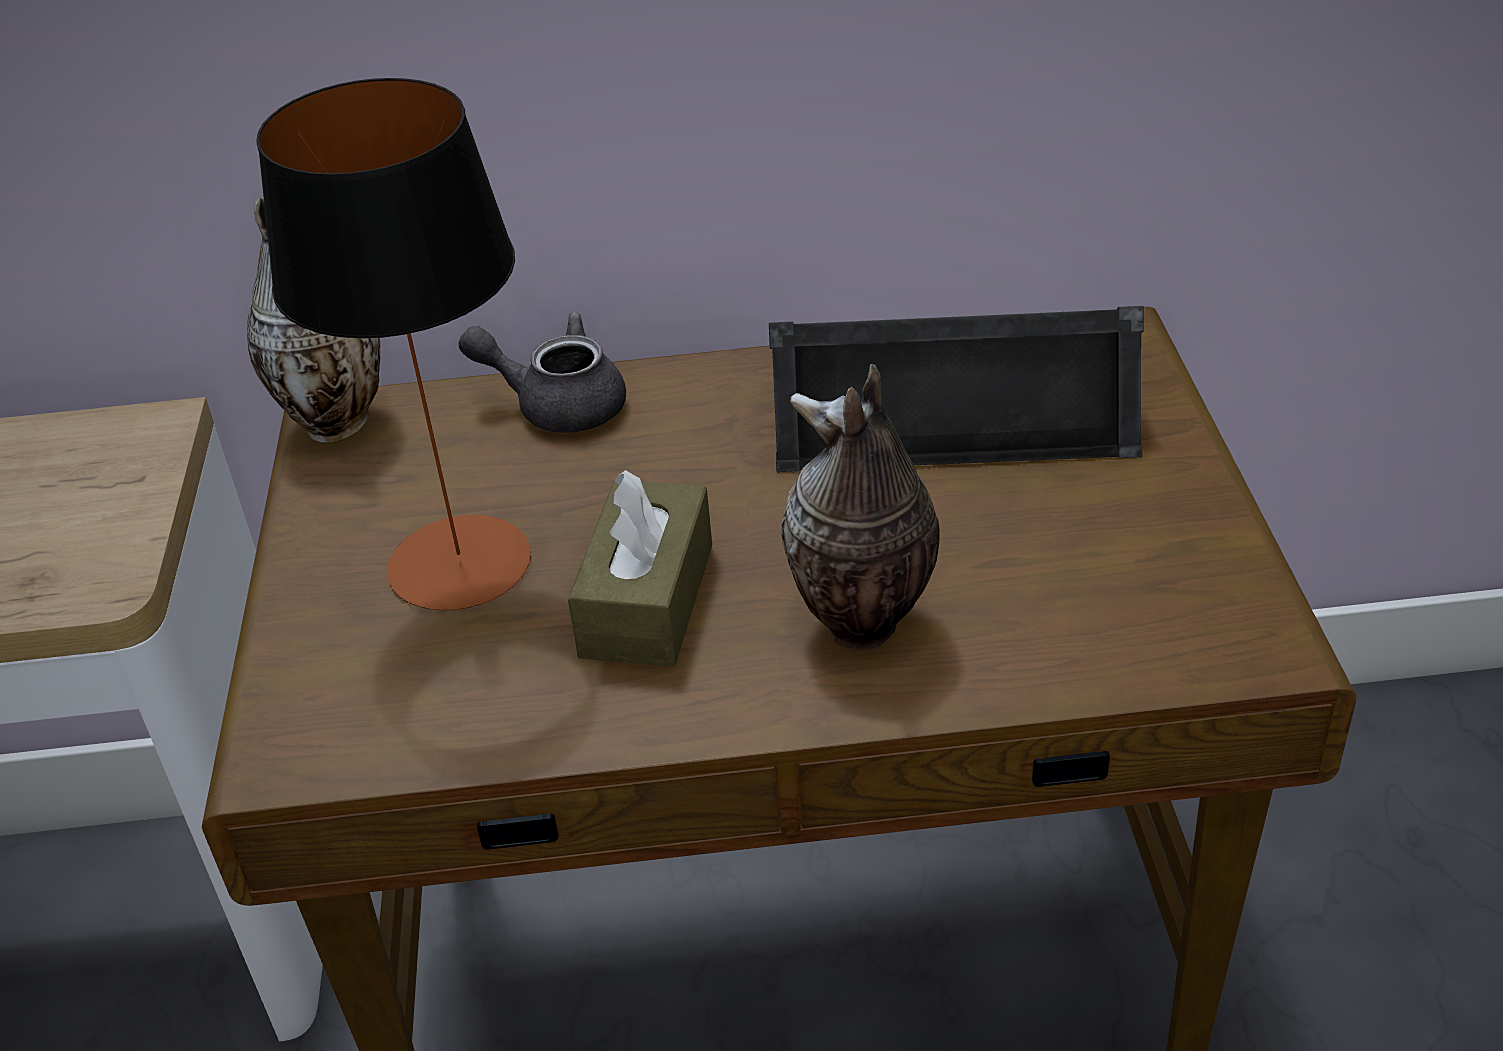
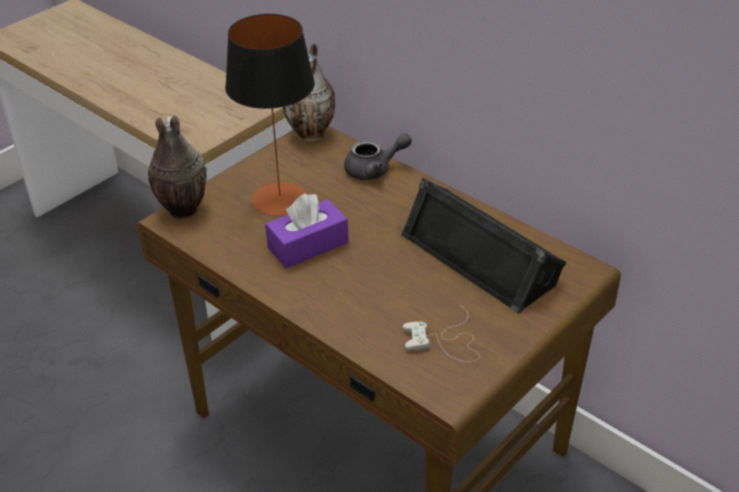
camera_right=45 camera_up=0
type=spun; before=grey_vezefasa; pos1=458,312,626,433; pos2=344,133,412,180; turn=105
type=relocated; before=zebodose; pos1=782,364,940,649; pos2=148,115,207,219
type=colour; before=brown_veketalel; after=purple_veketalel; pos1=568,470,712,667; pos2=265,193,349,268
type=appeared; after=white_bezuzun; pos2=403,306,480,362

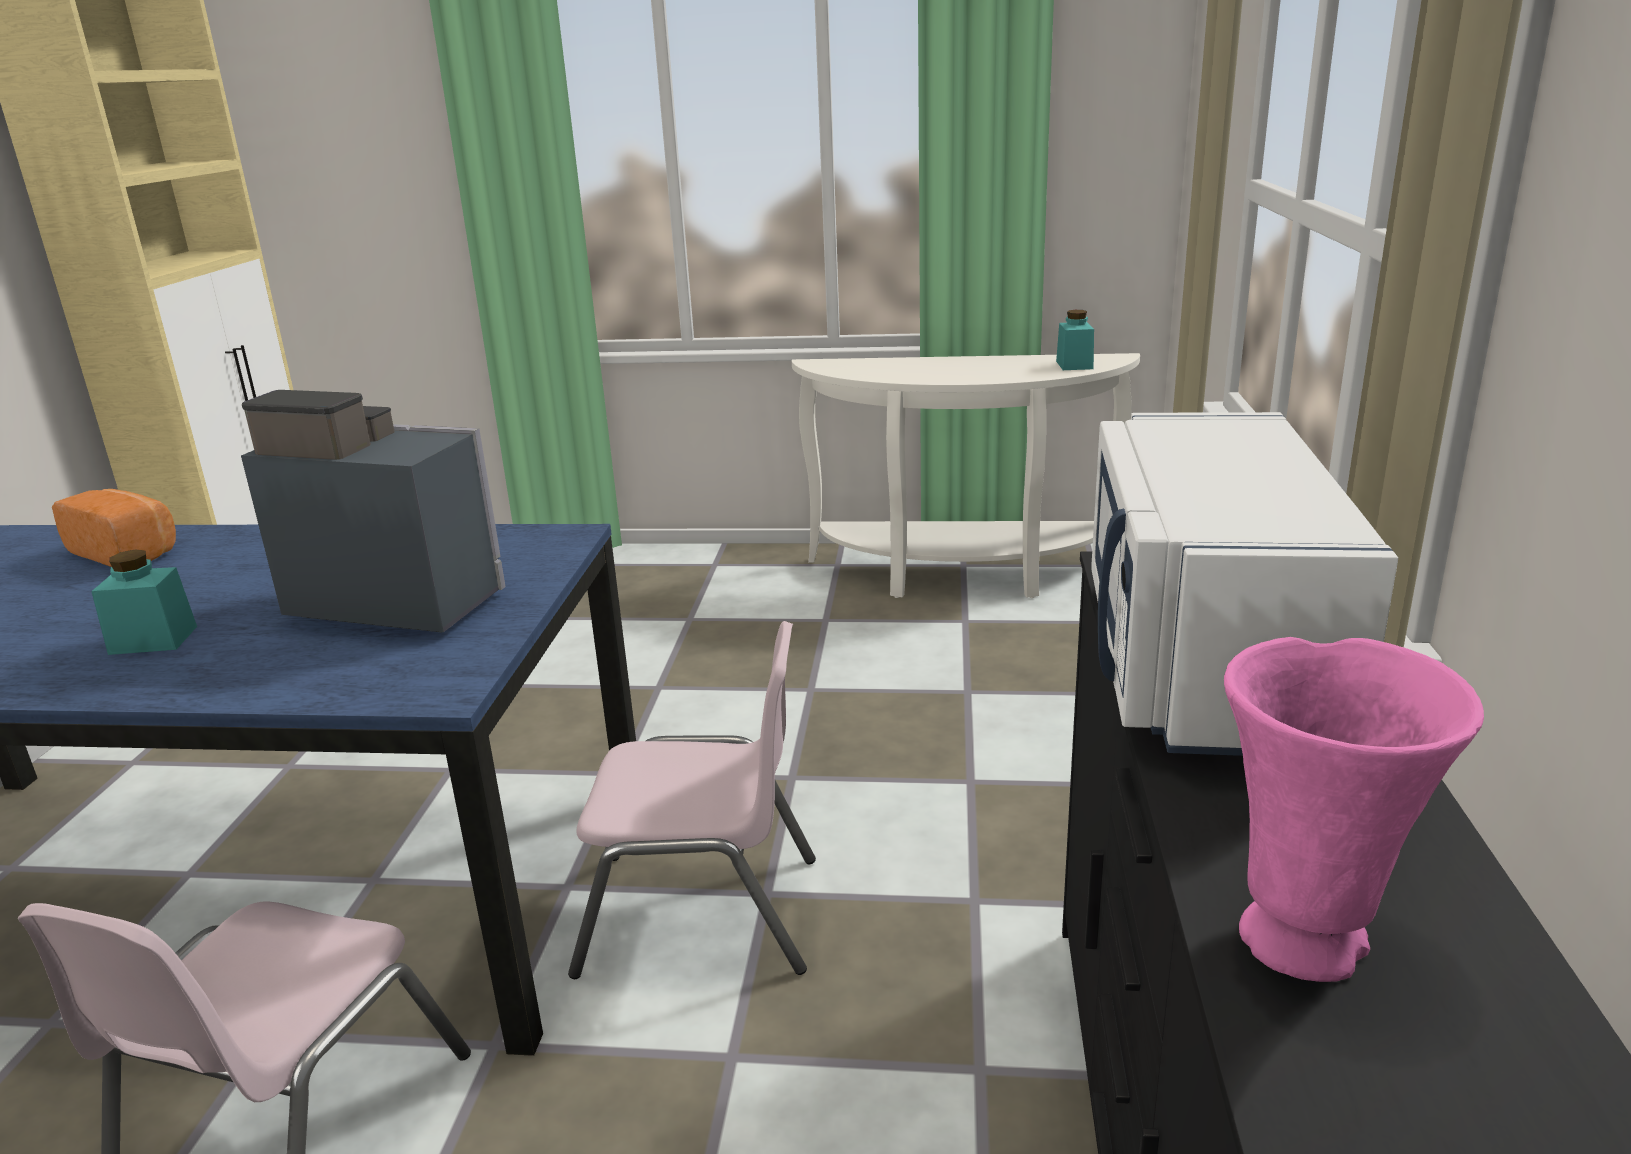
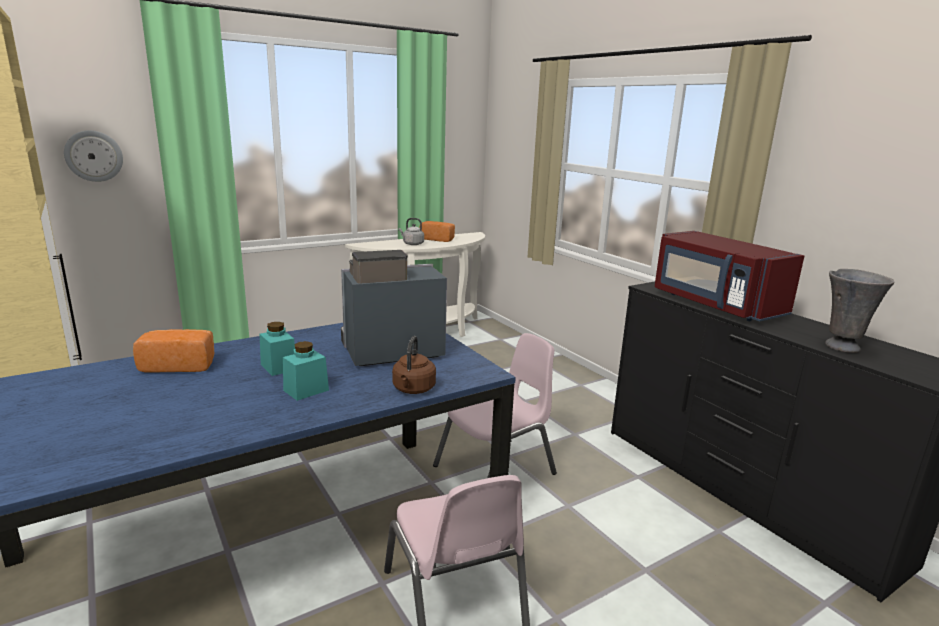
camera_right=-40 camera_up=-5
type=relocated; before=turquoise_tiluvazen; pos1=1056,310,1094,370; pos2=260,322,295,376
type=colour; before=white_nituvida; after=red_nituvida; pos1=1092,412,1398,756; pos2=655,231,804,321
type=colour; before=pink_zebodose; after=grey_zebodose; pos1=1224,637,1484,982; pos2=825,269,894,353
type=appeared; after=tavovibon; pos2=64,130,123,182
type=appeared; after=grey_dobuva; pos2=399,218,424,245
type=appeared; after=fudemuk; pos2=419,221,455,242
type=appeared; after=brown_dobuva; pos2=392,336,436,394

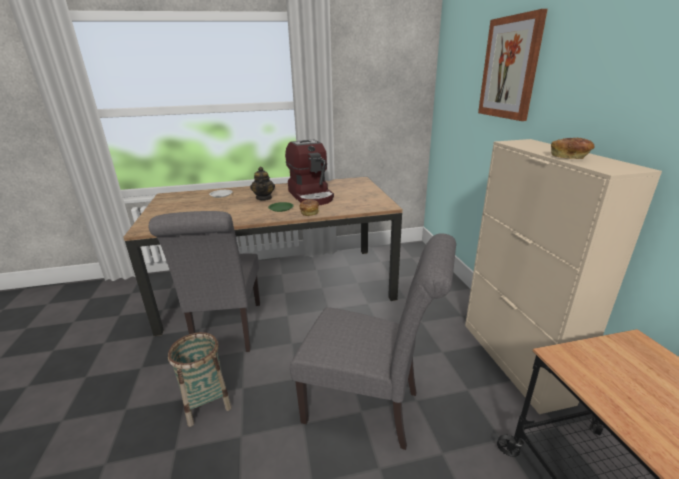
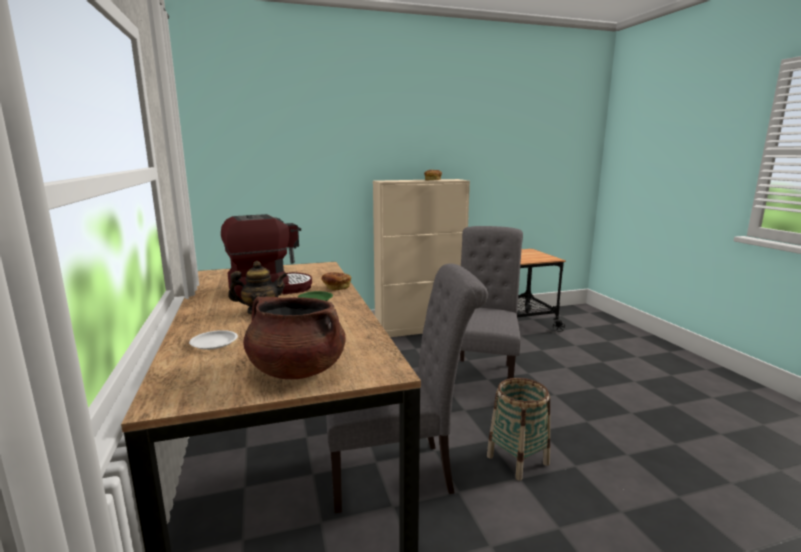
camera_right=-95 camera_up=-10
type=missing; before=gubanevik; pos1=478,9,548,121
type=appeared; after=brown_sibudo; pos2=243,296,346,379

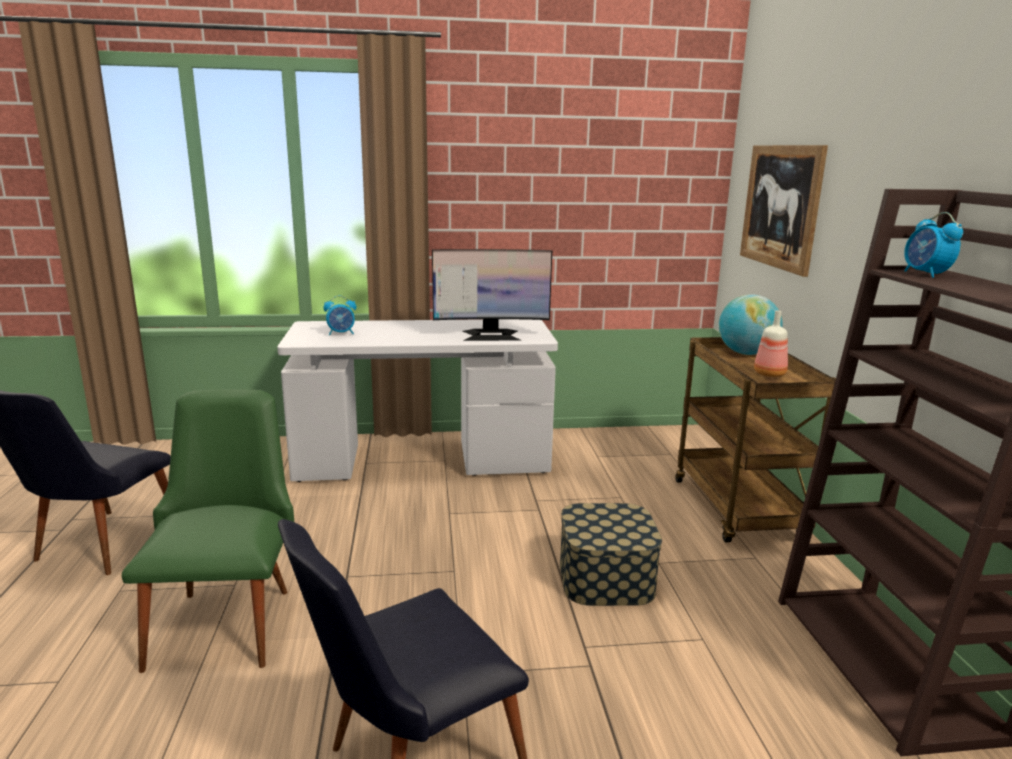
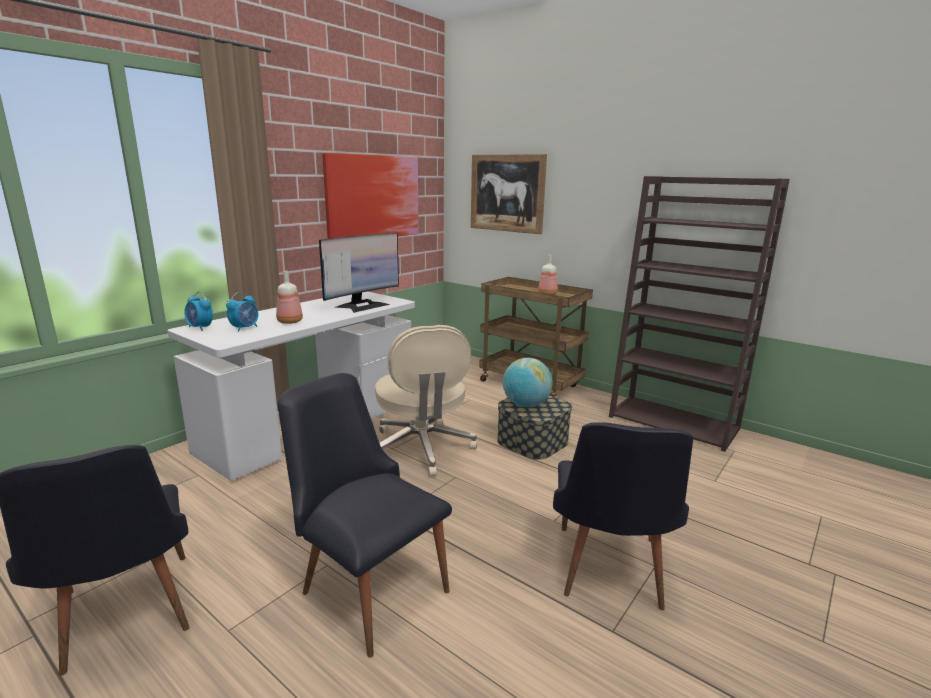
camera_right=-45 camera_up=0
type=relocated; before=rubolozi; pos1=904,212,963,278; pos2=184,292,213,331
type=relocated; before=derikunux; pos1=719,294,783,355; pos2=503,358,553,407
type=colour; before=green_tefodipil; after=black_tefodipil; pos1=122,389,294,673; pos2=277,373,452,658
type=appeared; after=gubanevik; pos2=322,153,419,239
type=appeared; after=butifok; pos2=276,271,303,324
type=appeared; after=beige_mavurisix; pos2=375,325,477,476

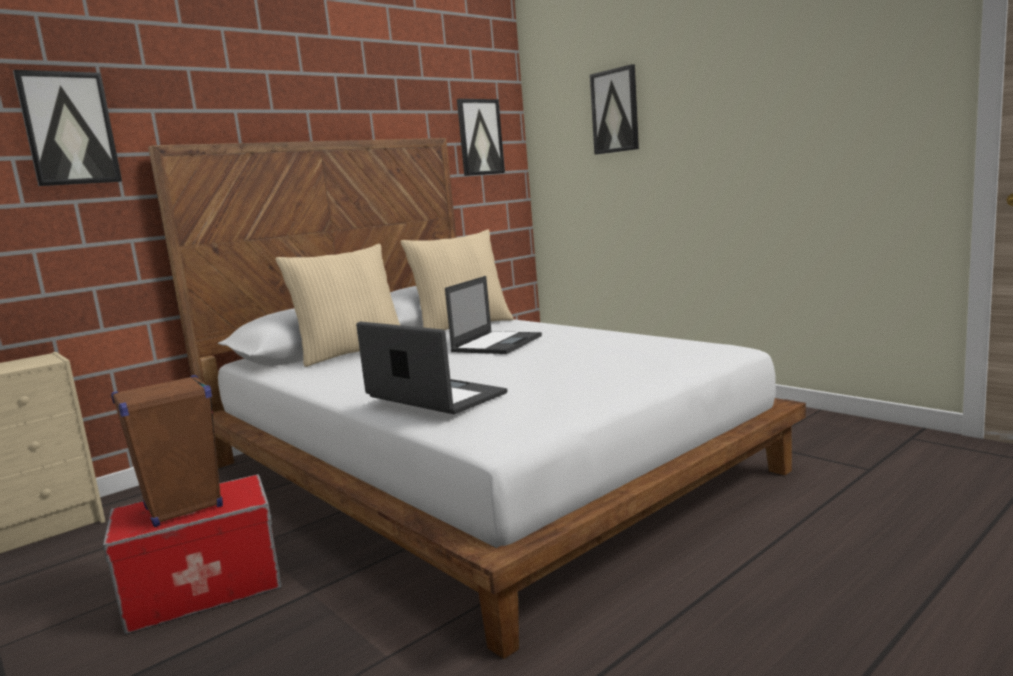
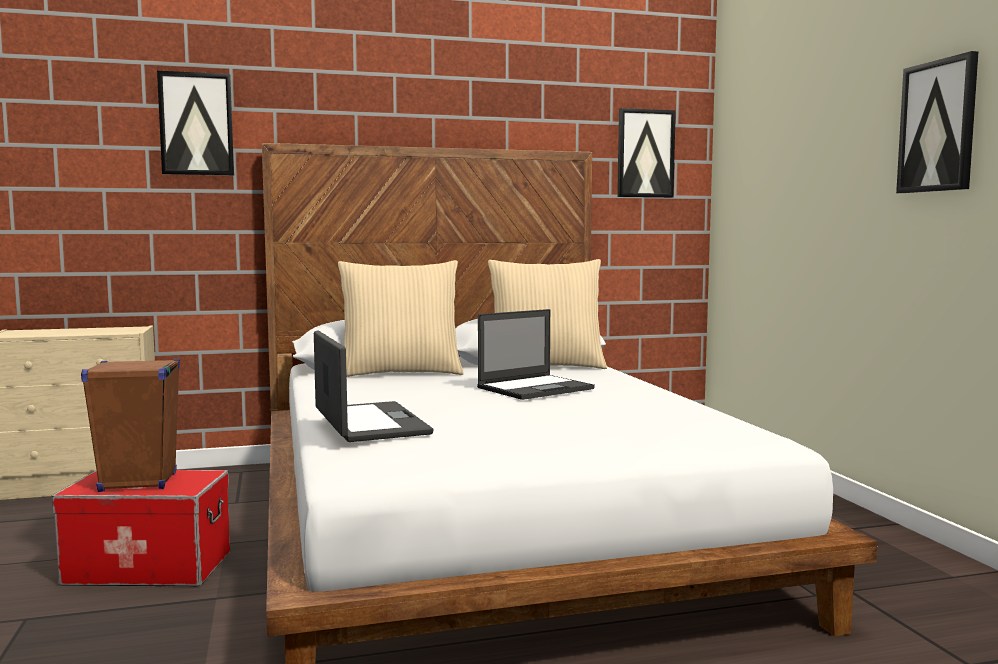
camera_right=25 camera_up=-5
type=relocated; before=gubanevik; pos1=590,64,639,155; pos2=896,51,978,193

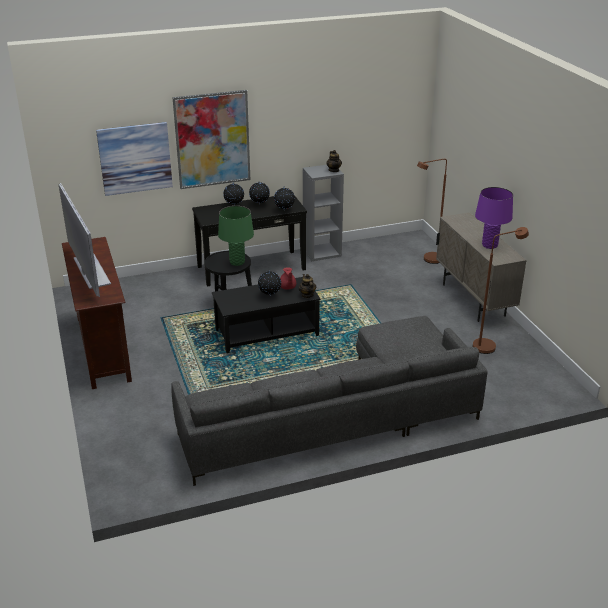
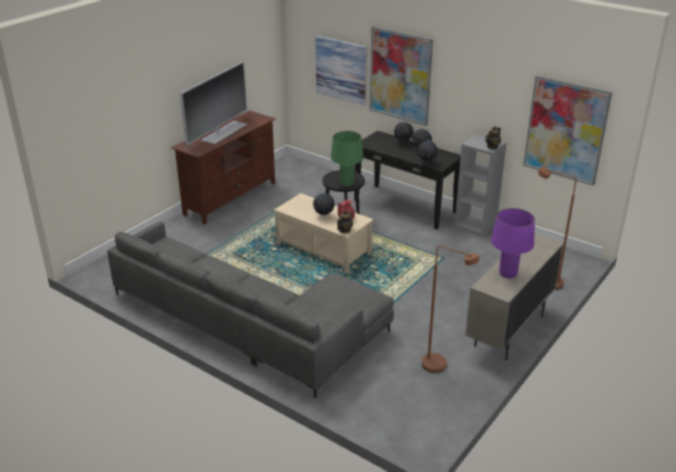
camera_right=55 camera_up=0
type=colour; before=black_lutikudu; after=beige_lutikudu; pos1=212,277,321,353; pos2=274,193,373,273
type=appeared; after=gubanevik; pos2=523,75,612,186

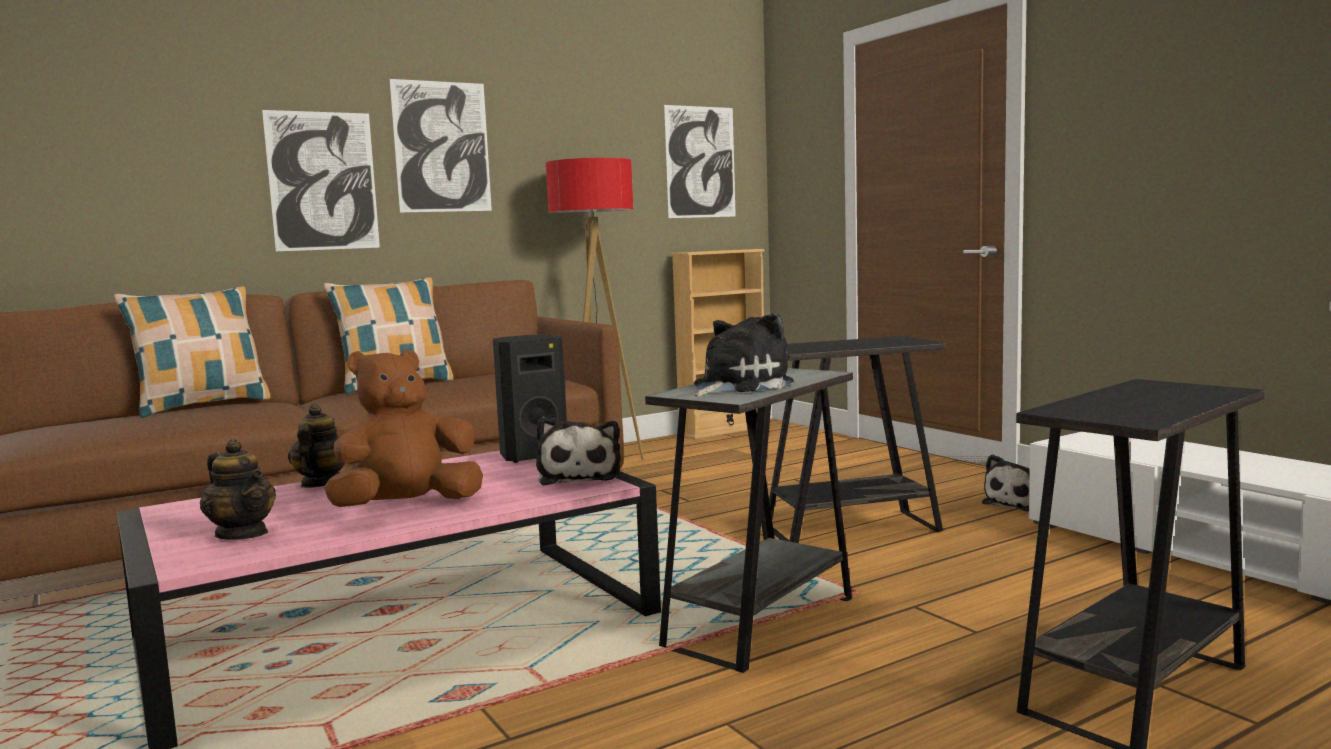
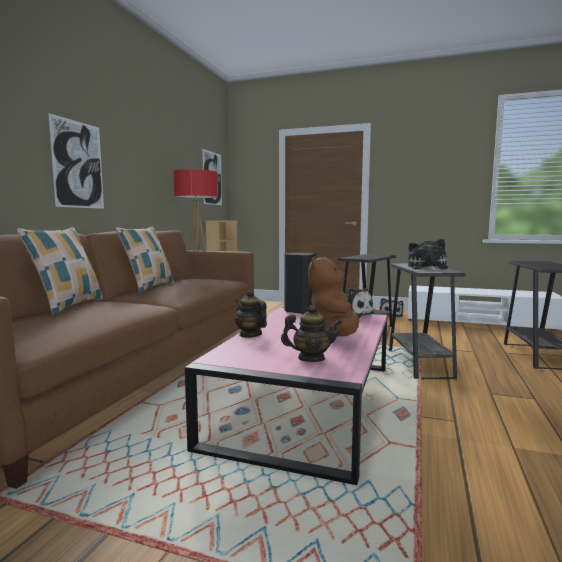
camera_right=-40 camera_up=0
type=missing; before=gubanevik; pos1=390,79,492,212

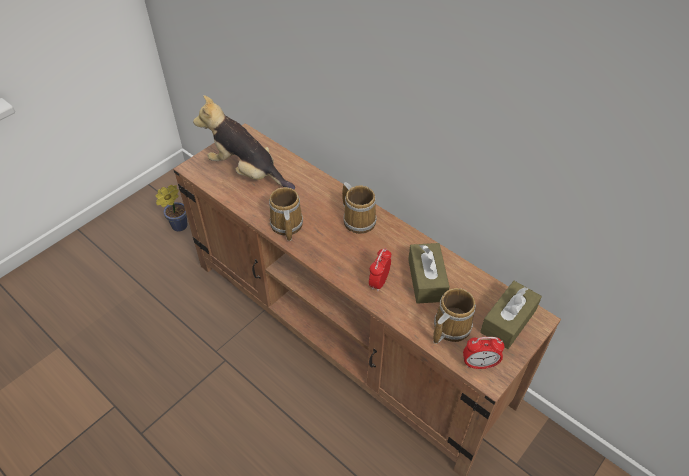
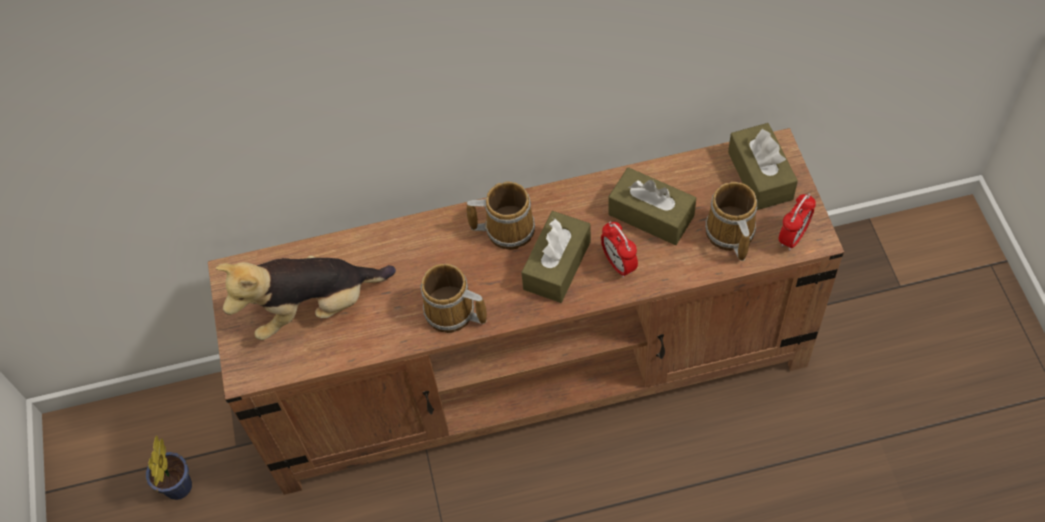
camera_right=-50 camera_up=10
type=appeared; after=brown_veketalel; pos2=521,211,591,303

